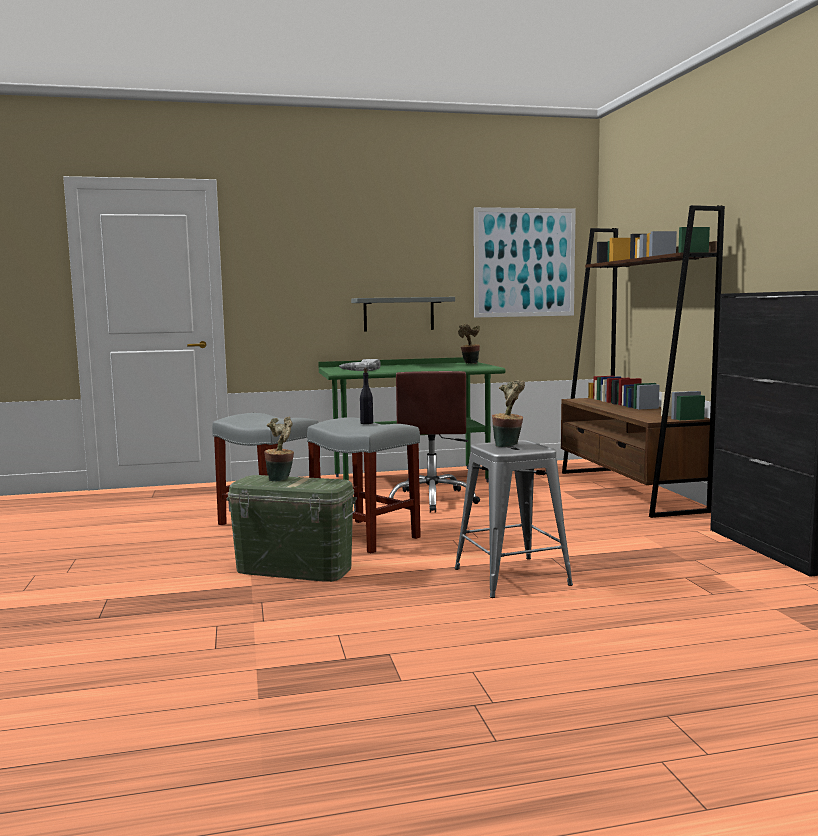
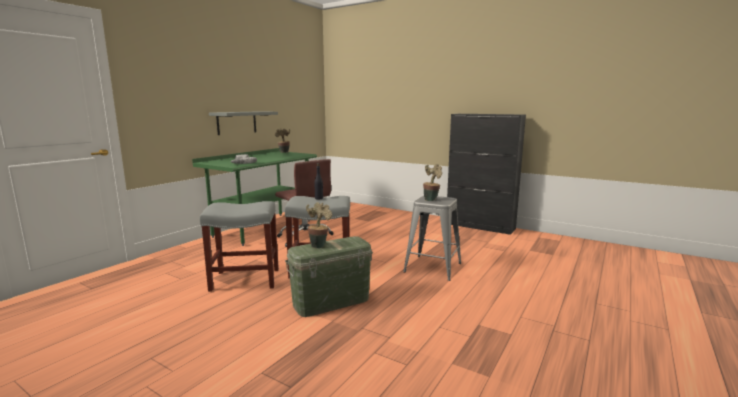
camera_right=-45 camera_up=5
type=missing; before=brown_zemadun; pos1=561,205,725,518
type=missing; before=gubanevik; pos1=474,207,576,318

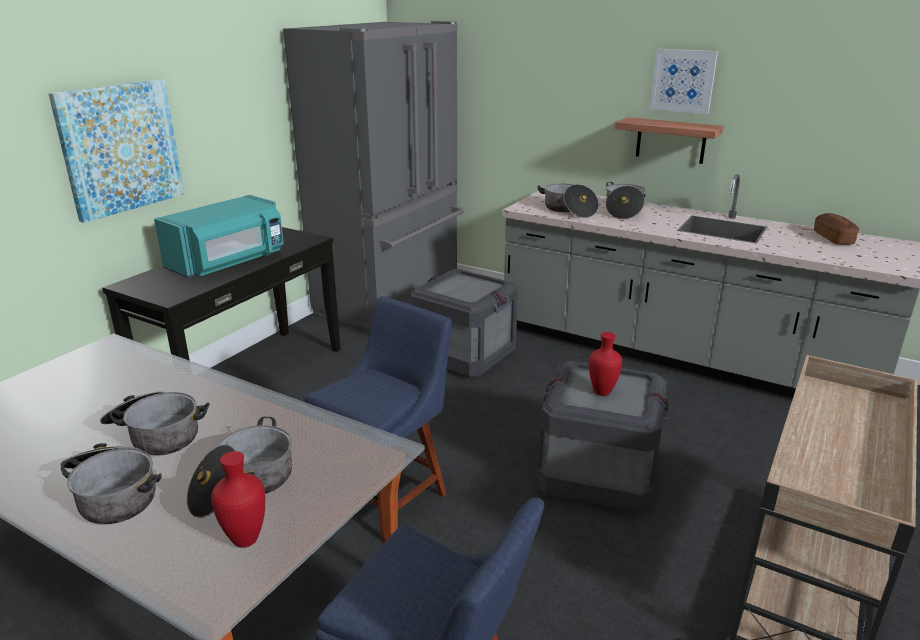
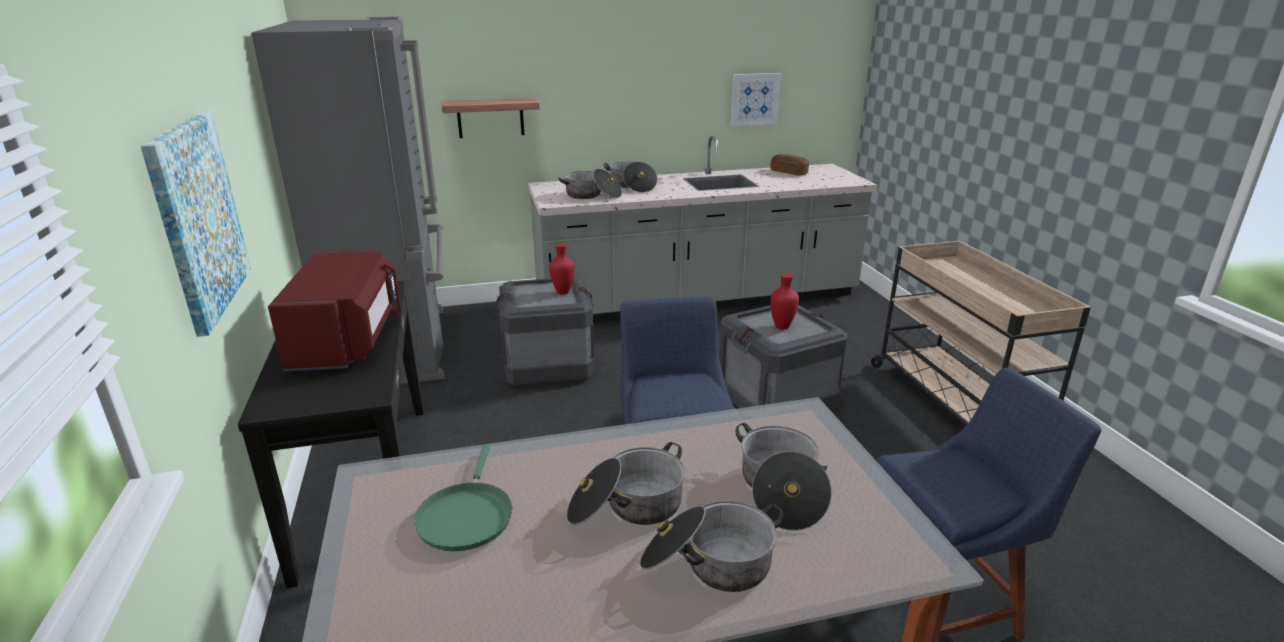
camera_right=-45 camera_up=0
type=relocated; before=gubanevik; pos1=650,49,718,114; pos2=731,73,782,127
type=relocated; before=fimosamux; pos1=615,117,724,164; pos2=441,98,540,138
type=colour; before=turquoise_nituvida; after=red_nituvida; pos1=154,195,284,278; pos2=268,249,401,372
type=relocated; before=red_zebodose; pos1=211,451,265,548; pos2=549,243,575,295
type=appeared; after=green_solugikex; pos2=414,444,513,552

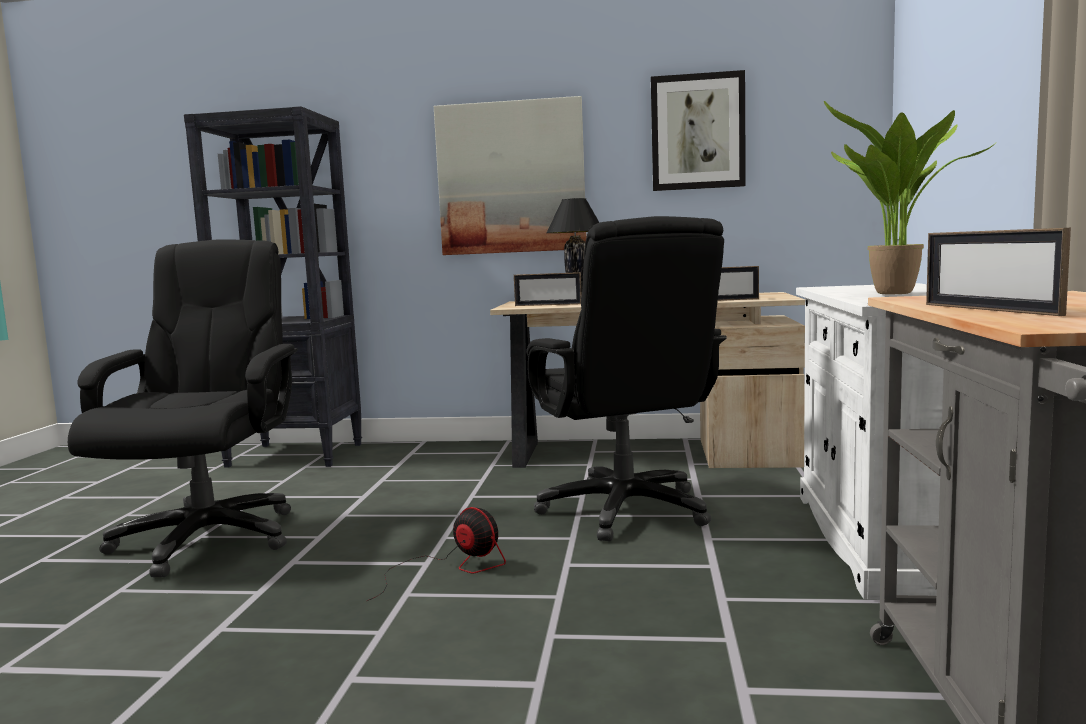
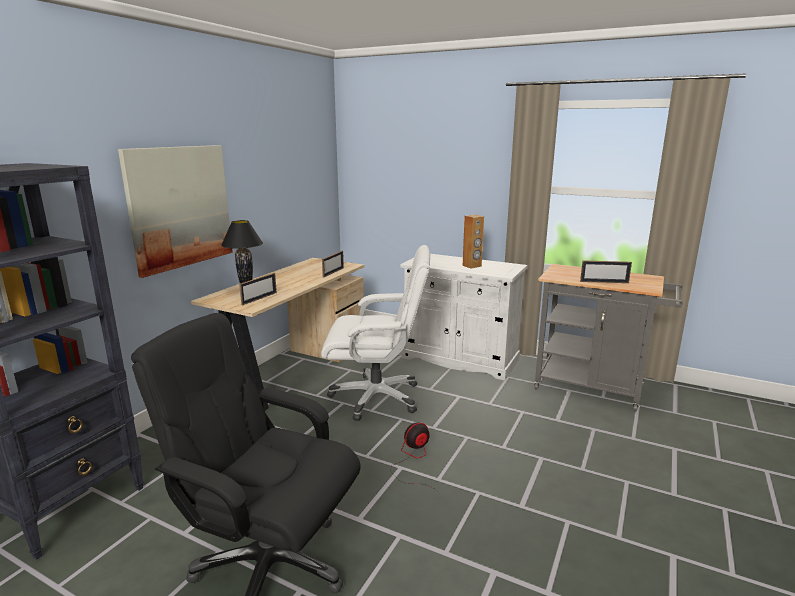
camera_right=-70 camera_up=10
type=missing; before=gubanevik; pos1=651,70,746,191
type=exchanged; before=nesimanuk; after=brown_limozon; pos1=824,101,998,294; pos2=463,215,484,268
type=colour; before=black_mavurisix; after=white_mavurisix; pos1=527,216,727,541; pos2=321,245,430,421

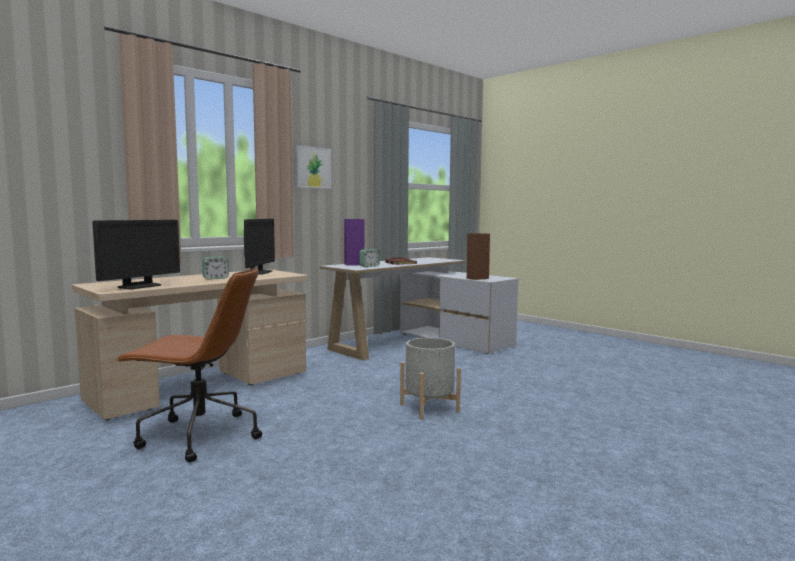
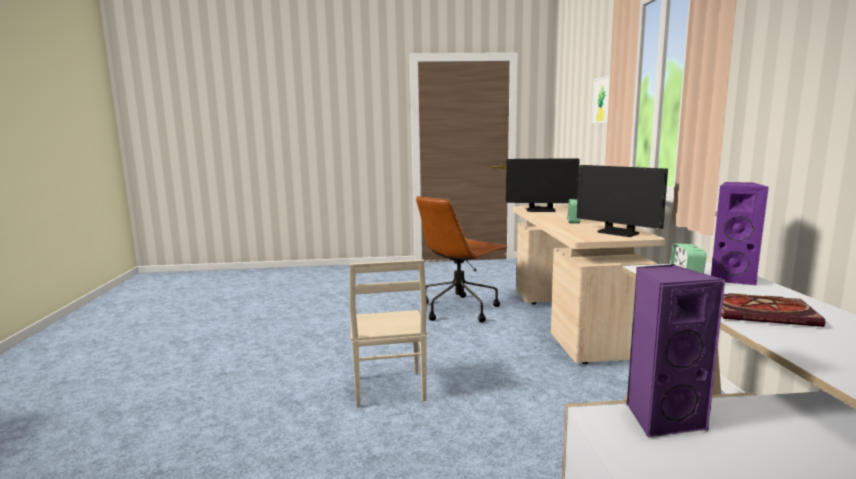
camera_right=130 camera_up=5
type=relocated; before=gubanevik; pos1=296,145,331,189; pos2=591,76,610,123
type=spun; before=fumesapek; pos1=92,220,180,289; pos2=506,158,580,212; turn=-60
type=colour; before=brown_limozon; after=purple_limozon; pos1=467,233,490,280; pos2=626,264,725,438
type=exchanged; before=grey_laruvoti; after=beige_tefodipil; pos1=400,338,461,420; pos2=350,260,427,408

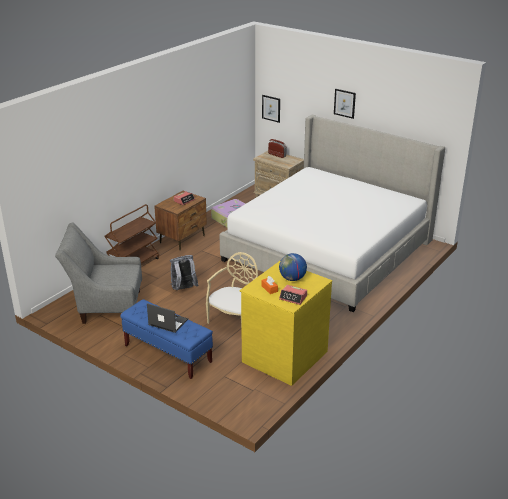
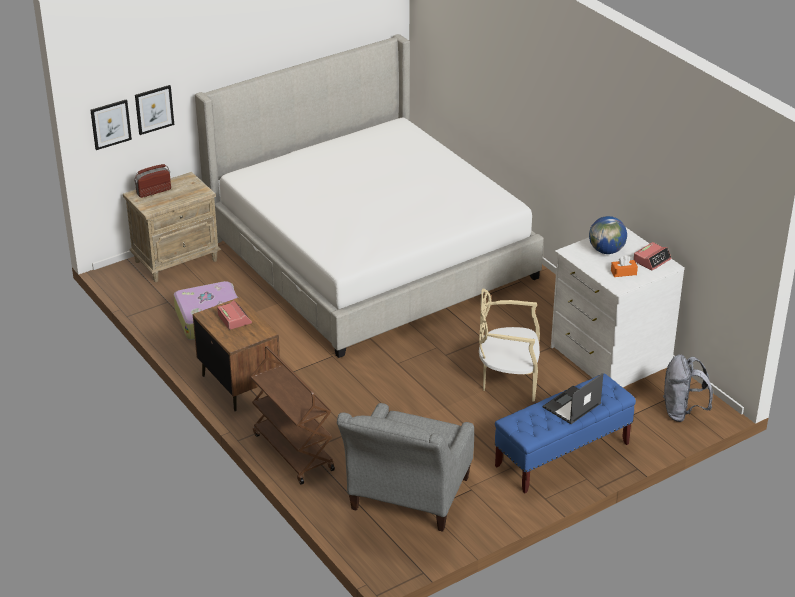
camera_right=-70 camera_up=5
type=relocated; before=gubanevik; pos1=334,89,356,119; pos2=135,85,174,135
type=spun; before=beige_tefodipil; pos1=206,252,258,330; pos2=479,289,540,402; turn=-45
type=relocated; before=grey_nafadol; pos1=170,255,199,290; pos2=663,354,713,422
type=colour; before=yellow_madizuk; after=white_madizuk; pos1=239,261,332,386; pos2=551,228,685,387

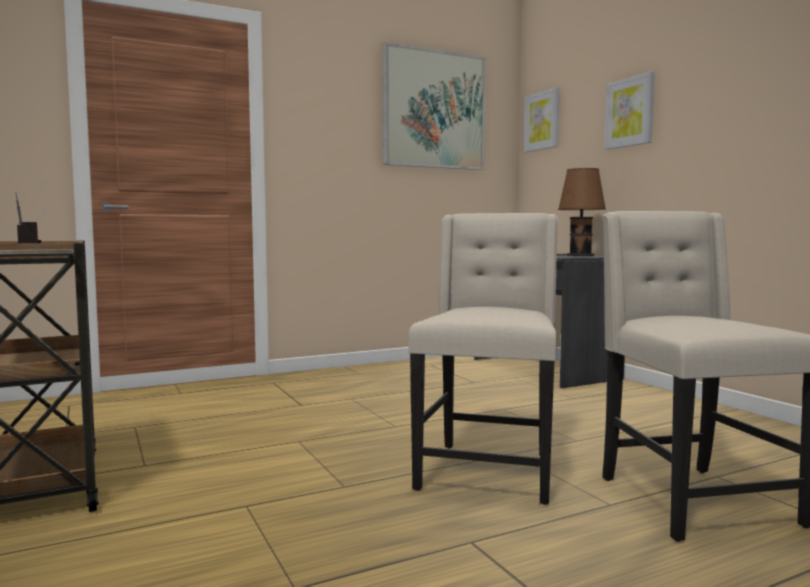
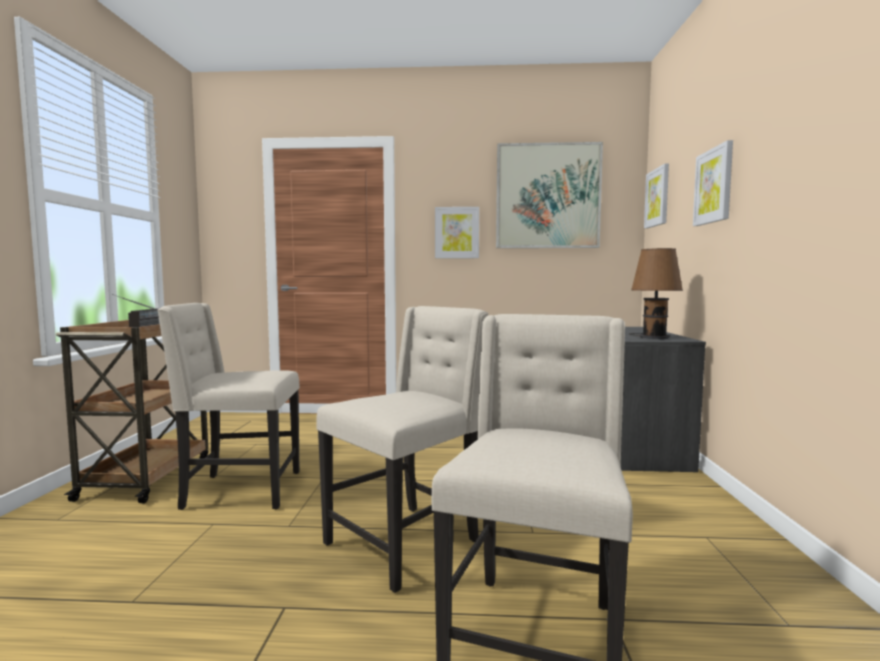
camera_right=30 camera_up=0
type=appeared; after=gubanevik; pos2=435,207,479,258
type=appeared; after=beige_tefodipil; pos2=157,303,300,510

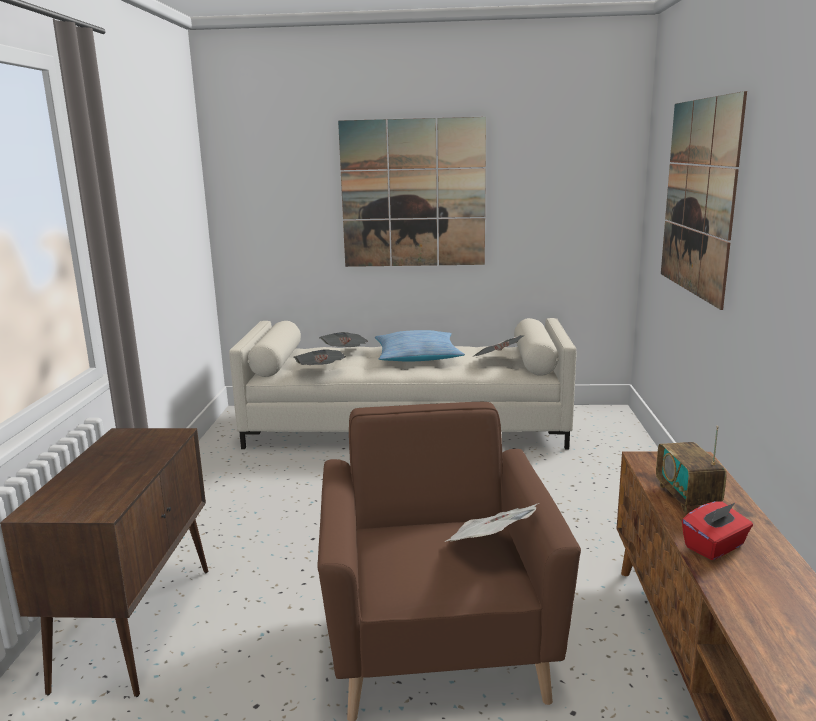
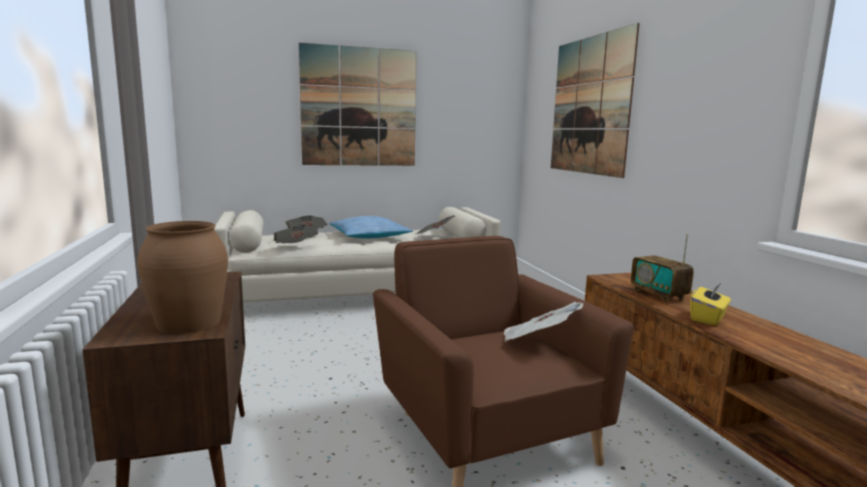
camera_right=-20 camera_up=-5
type=colour; before=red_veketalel; after=yellow_veketalel; pos1=682,502,753,560; pos2=690,283,731,325
type=appeared; after=brown_zebodose; pos2=137,221,228,334

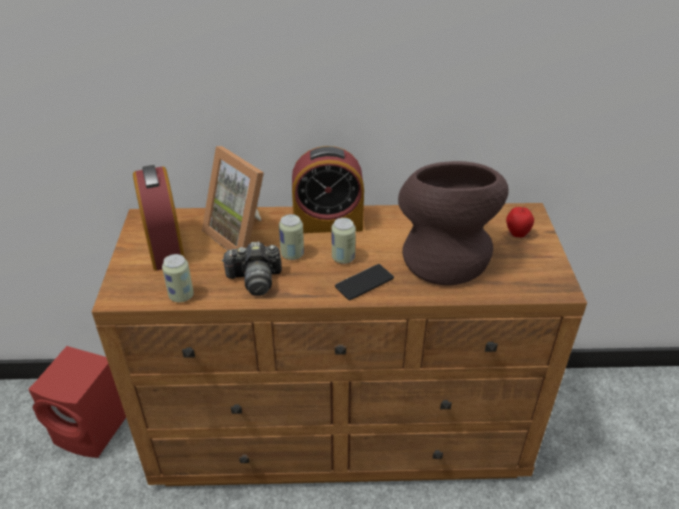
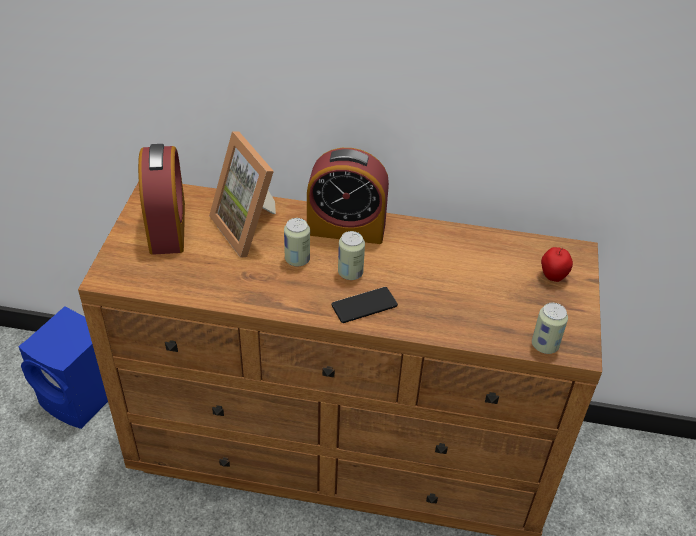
camera_right=10 camera_up=5
type=missing; before=brown_zebodose; pos1=398,161,509,285
type=missing; before=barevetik; pos1=221,241,282,296
type=relocated; before=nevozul; pos1=162,254,194,302; pos2=532,303,568,354
type=colour; before=red_limozon; after=blue_limozon; pos1=29,346,126,458; pos2=18,306,108,429

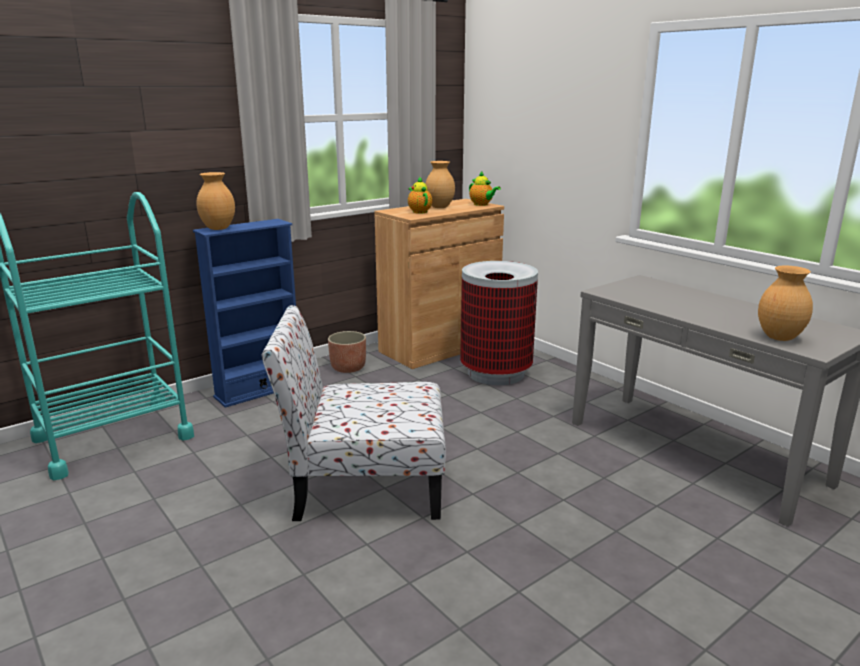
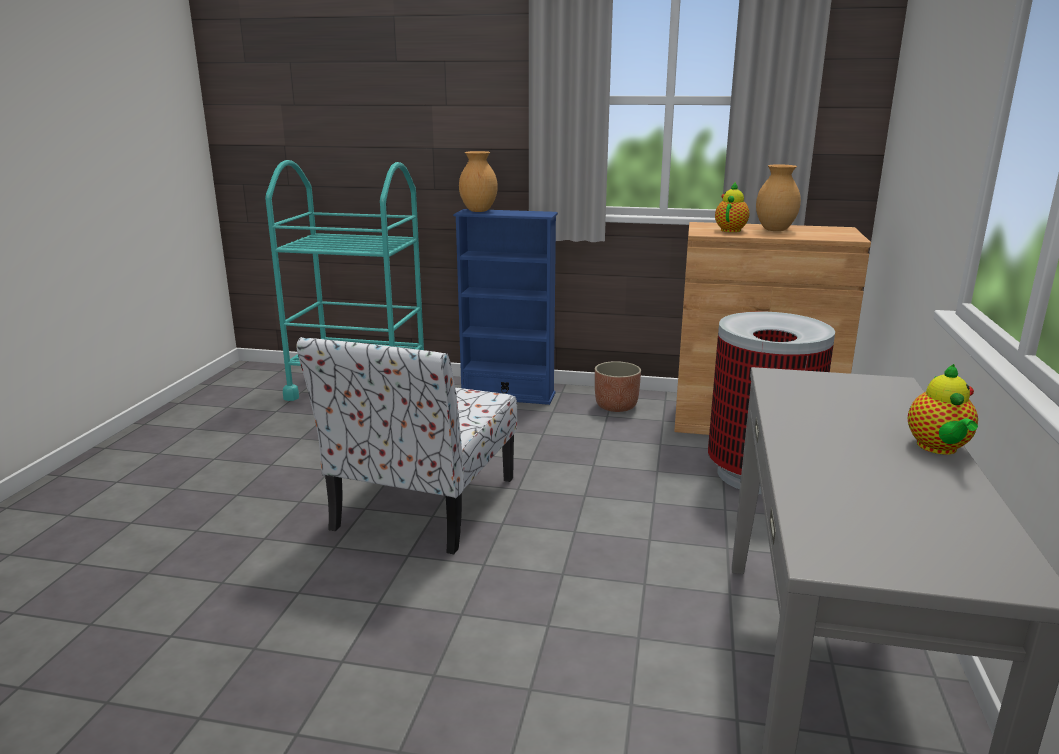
camera_right=50 camera_up=0
type=relocated; before=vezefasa; pos1=469,172,501,206; pos2=908,364,978,455
type=missing; before=brown_zebodose; pos1=758,266,813,341
type=spun; before=tefodipil; pos1=262,305,446,521; pos2=296,337,517,554; turn=-120

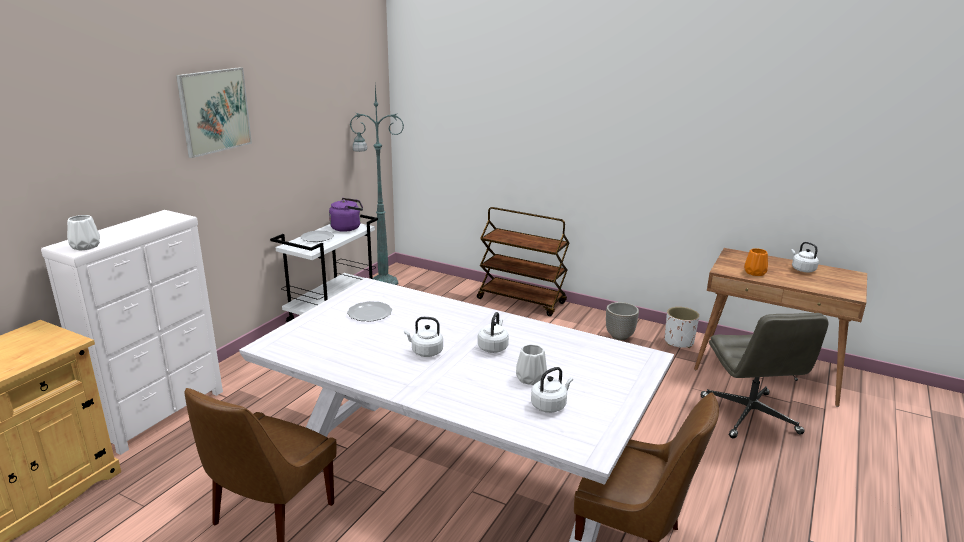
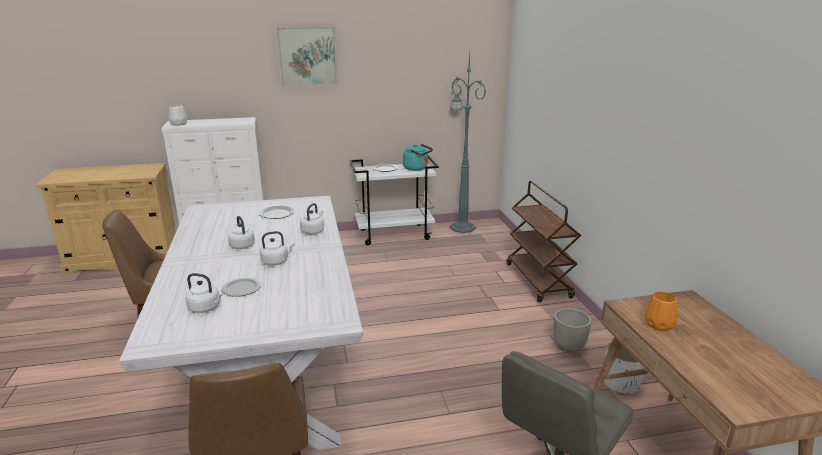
camera_right=50 camera_up=0
type=colour; before=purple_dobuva; after=turquoise_dobuva; pos1=329,198,363,232; pos2=403,144,433,171
type=relocated; before=white_dobuva; pos1=791,242,819,272; pos2=300,203,324,234
type=exchanged; before=white_zebodose; after=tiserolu; pos1=516,344,547,385; pos2=221,277,261,297

